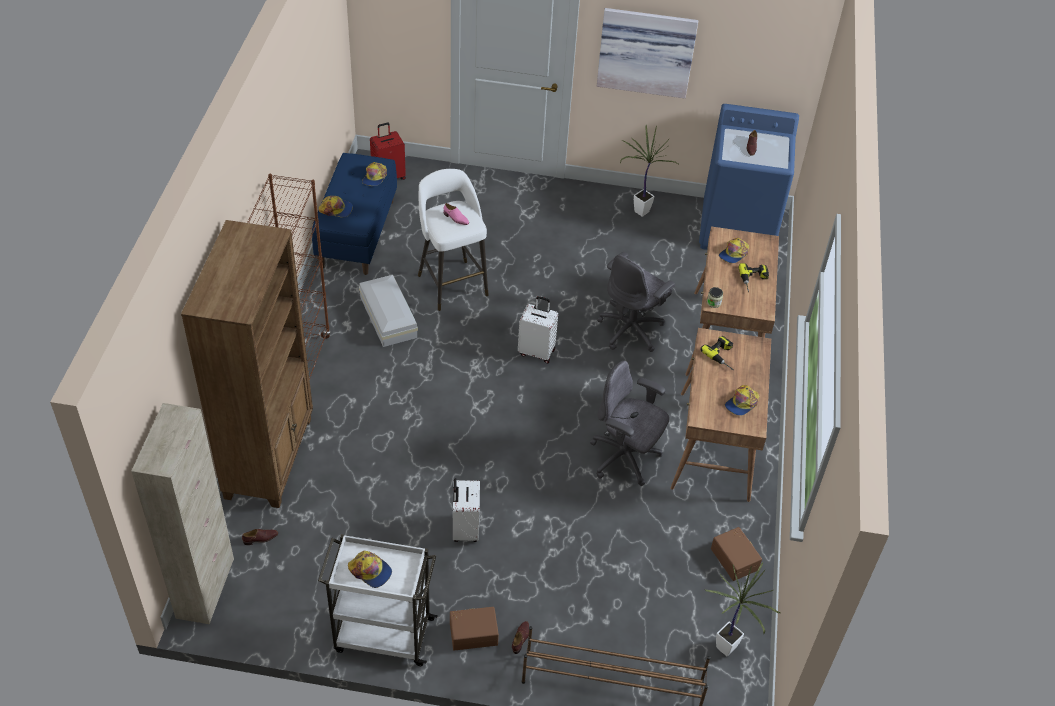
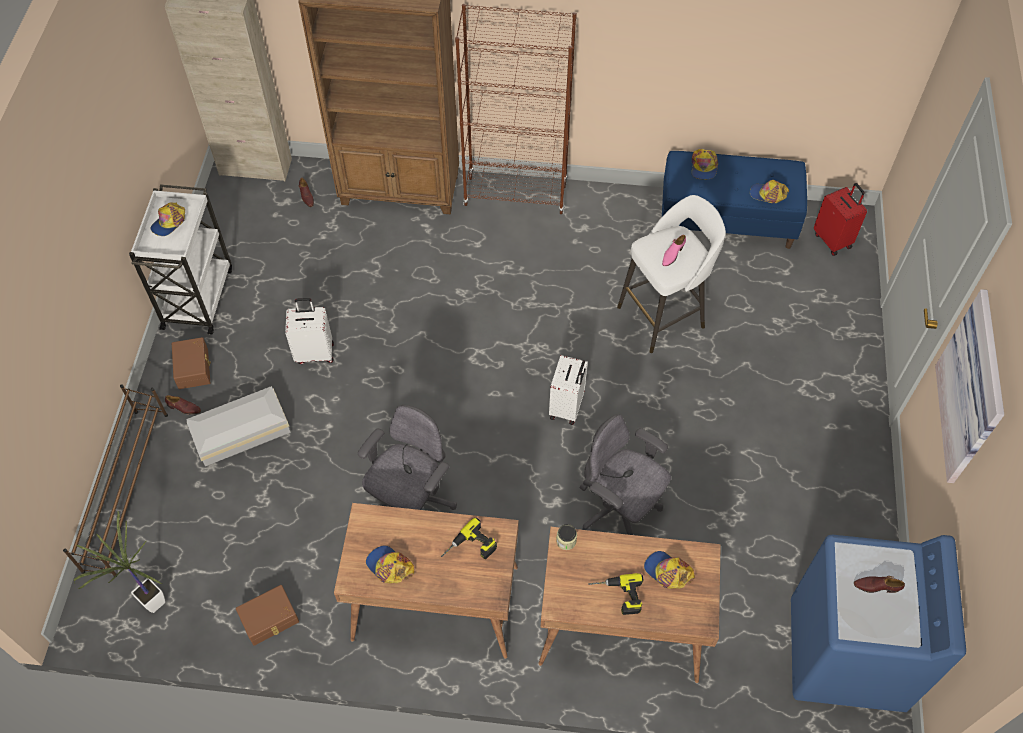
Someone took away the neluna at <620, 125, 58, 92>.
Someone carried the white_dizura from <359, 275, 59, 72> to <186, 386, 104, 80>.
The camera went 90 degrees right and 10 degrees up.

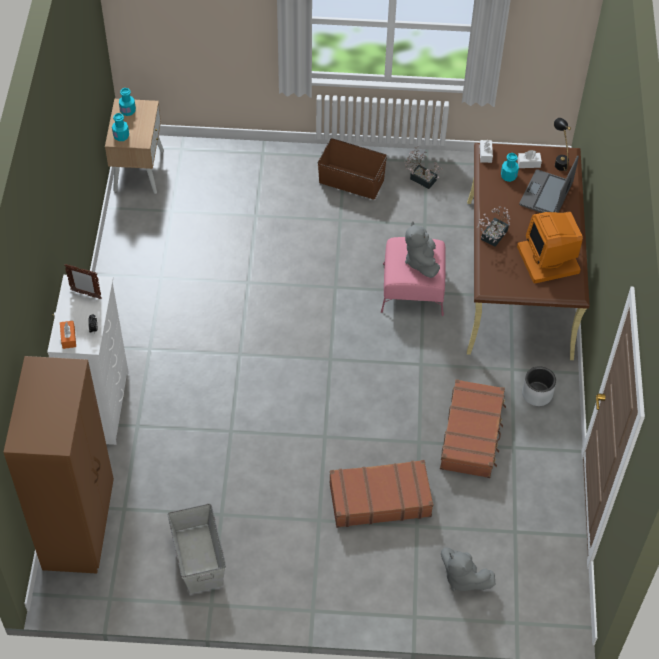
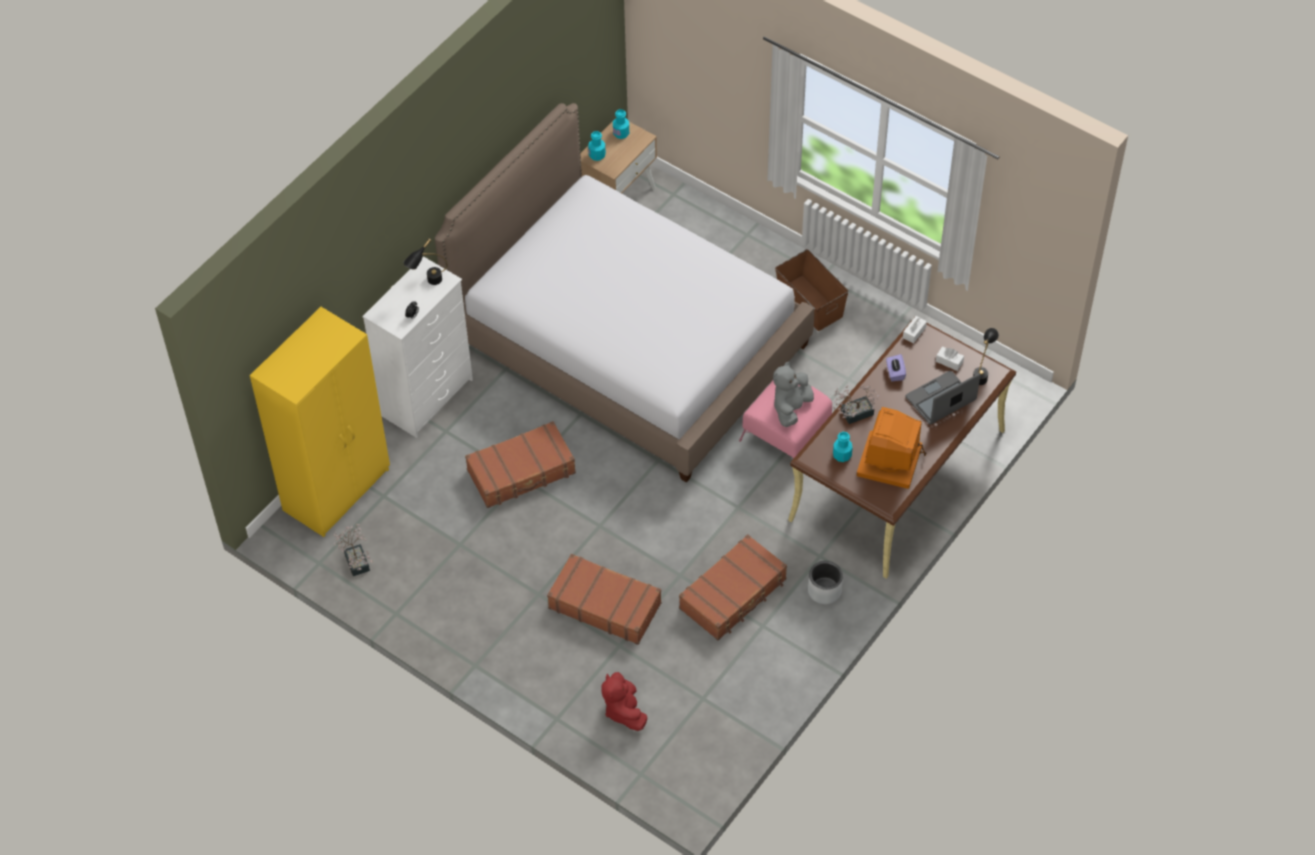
Someone took away the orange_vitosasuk at <60, 321, 16, 28>.
Someone took away the grey_dizura at <168, 504, 58, 89>.
Someone put down the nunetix at <435, 103, 379, 380>.
Someone put down the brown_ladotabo at <465, 421, 111, 87>.
Someone put down the purple_vitosasuk at <886, 354, 20, 27>.
Someone carried the neluna from <405, 146, 38, 43> to <333, 524, 40, 52>.
Someone carried the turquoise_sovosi from <501, 153, 18, 29> to <833, 432, 20, 30>.
Someone swapped the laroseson at <64, 264, 38, 35> for the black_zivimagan at <403, 238, 44, 47>.
Someone repainted the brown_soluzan at <3, 356, 111, 218>, which became the yellow_soluzan at <250, 307, 140, 230>.
Someone repainted the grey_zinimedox at <441, 547, 54, 44>, which became the red_zinimedox at <601, 672, 47, 59>.
The camera went 35 degrees right and 0 degrees up.

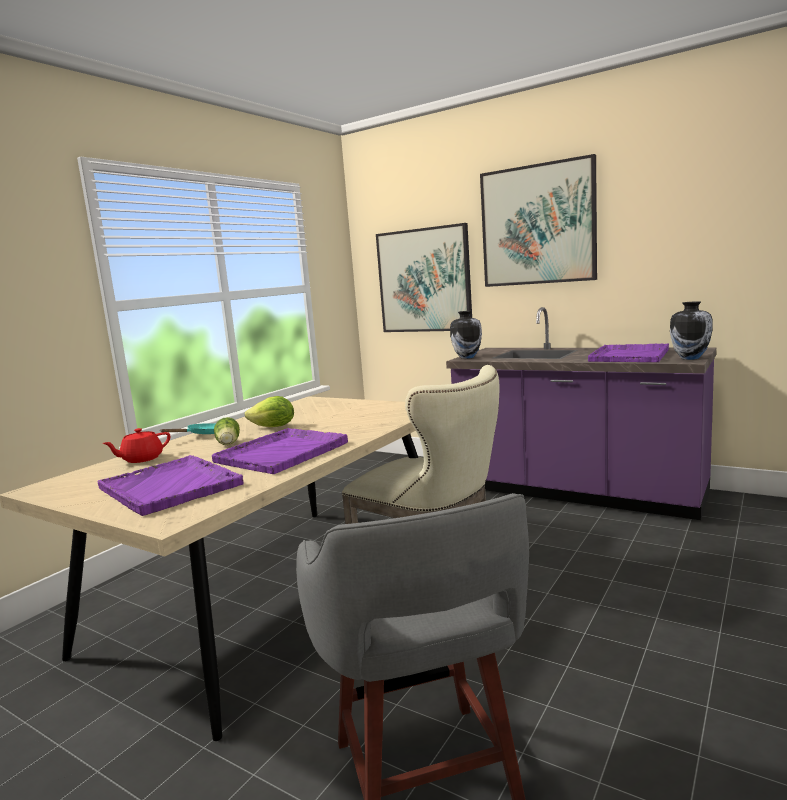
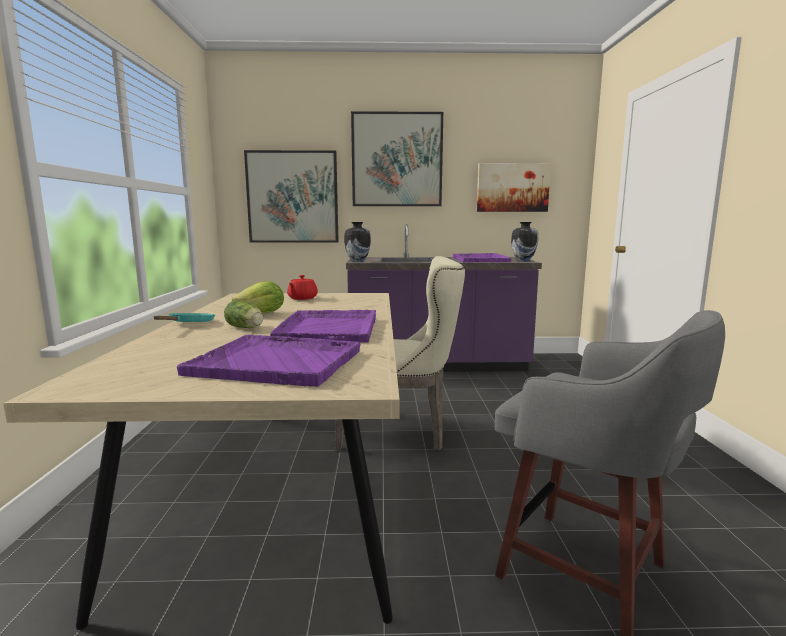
Someone put up the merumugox at <477, 163, 74, 49>.
Someone carried the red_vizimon from <102, 428, 69, 35> to <287, 275, 31, 25>.
The camera went 35 degrees left and 0 degrees up.

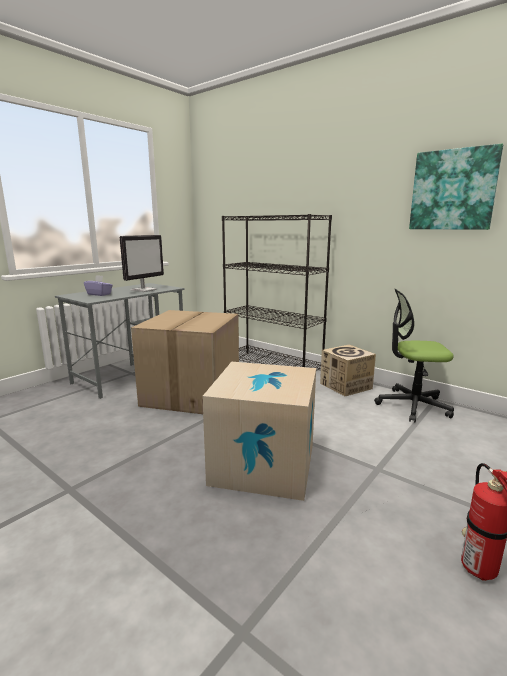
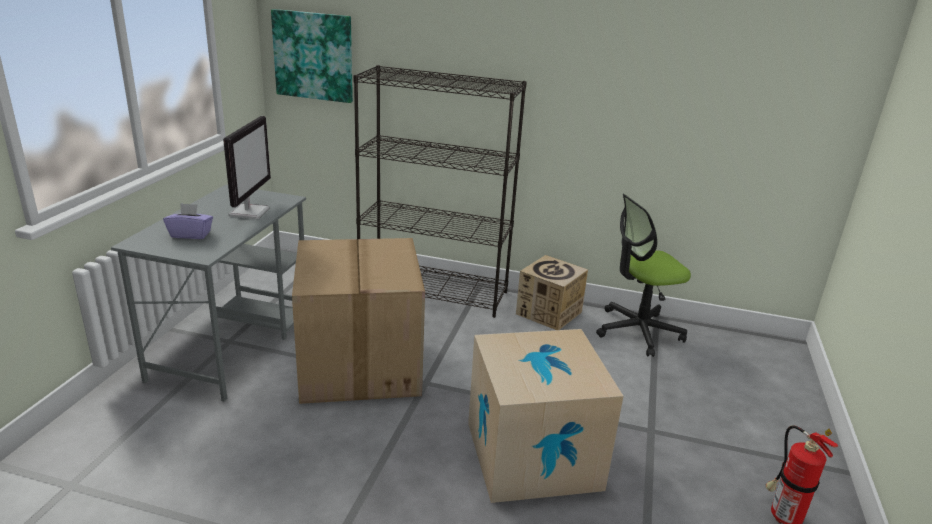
Someone carried the merumugox from <409, 144, 94, 86> to <271, 9, 82, 94>.
The camera went 25 degrees left and 10 degrees up.

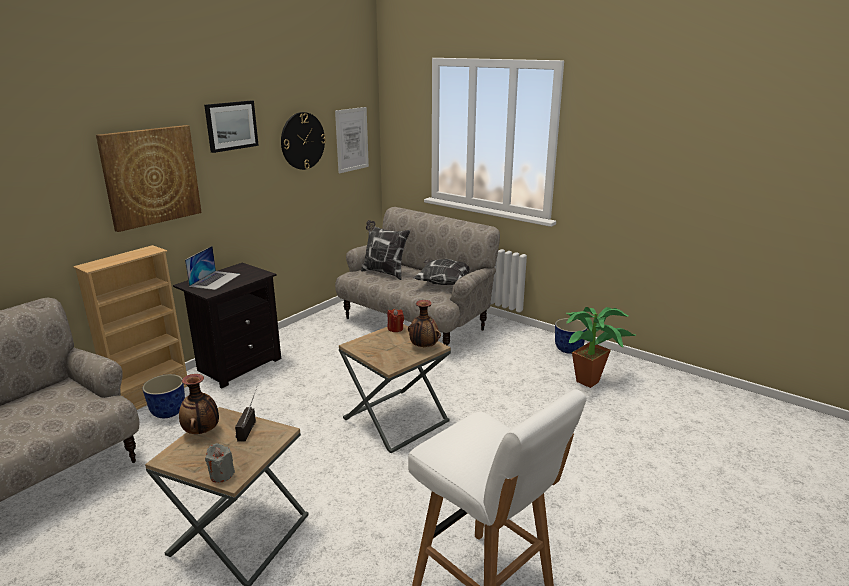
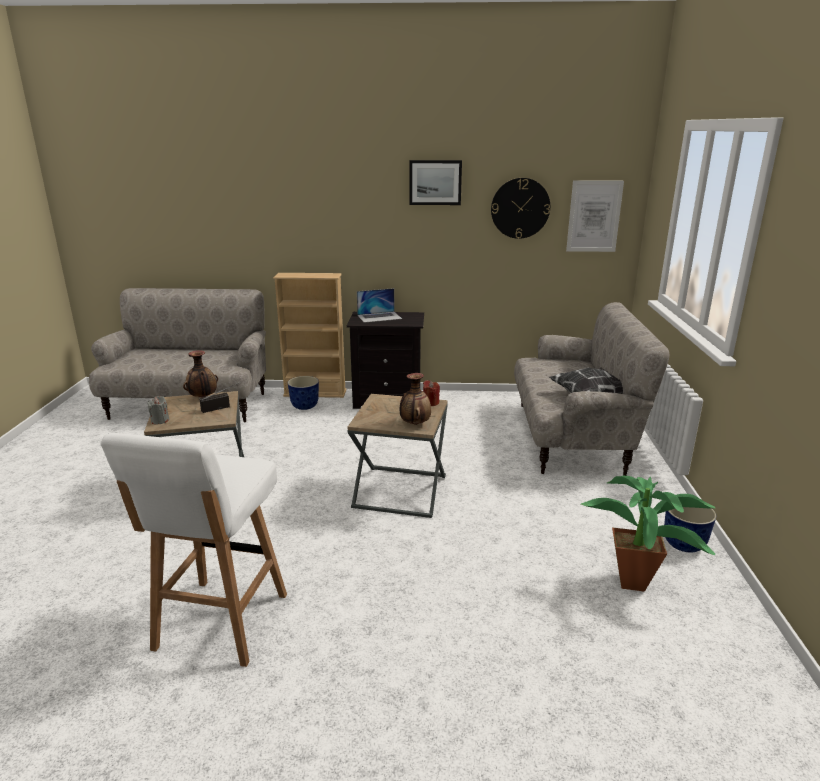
Someone took away the merumugox at <96, 125, 106, 107>.
Someone took away the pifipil at <361, 220, 49, 60>.
The camera went 55 degrees right and 0 degrees up.

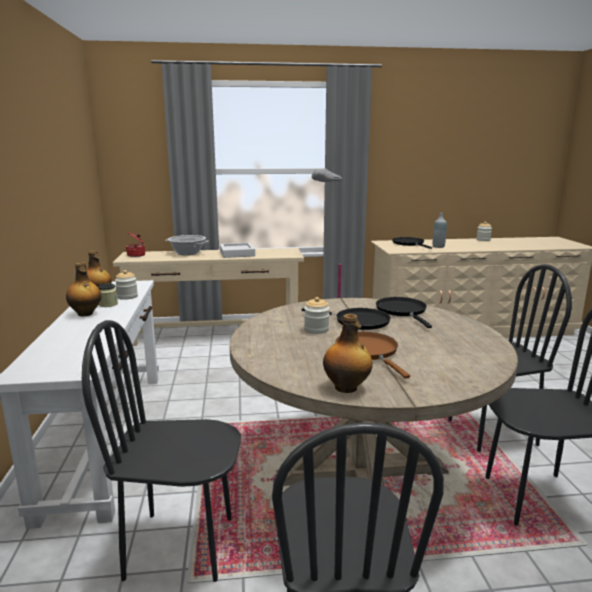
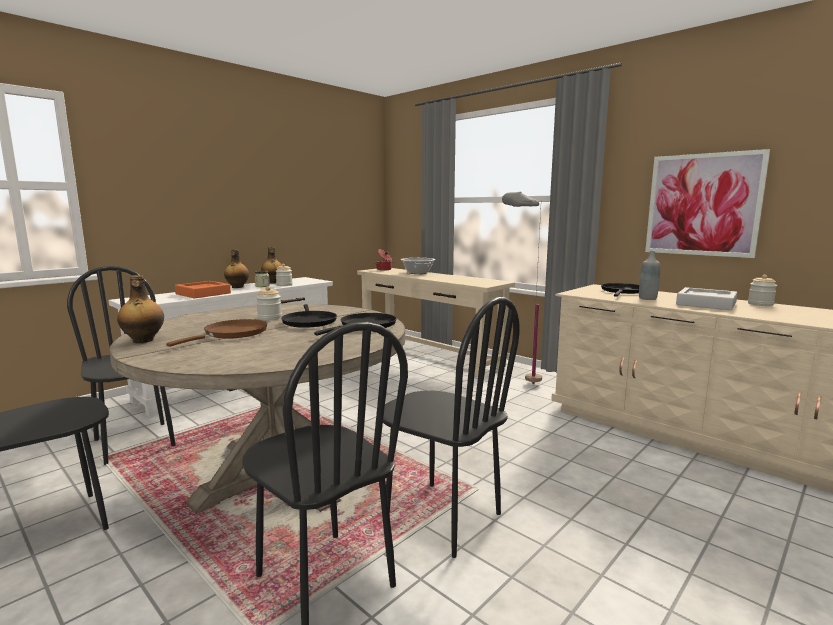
Someone put down the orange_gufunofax at <175, 281, 56, 17>.
Someone put up the merumugox at <645, 149, 125, 109>.
Someone carried the grey_gufunofax from <220, 243, 35, 15> to <676, 287, 61, 23>.
The camera went 50 degrees right and 5 degrees down.

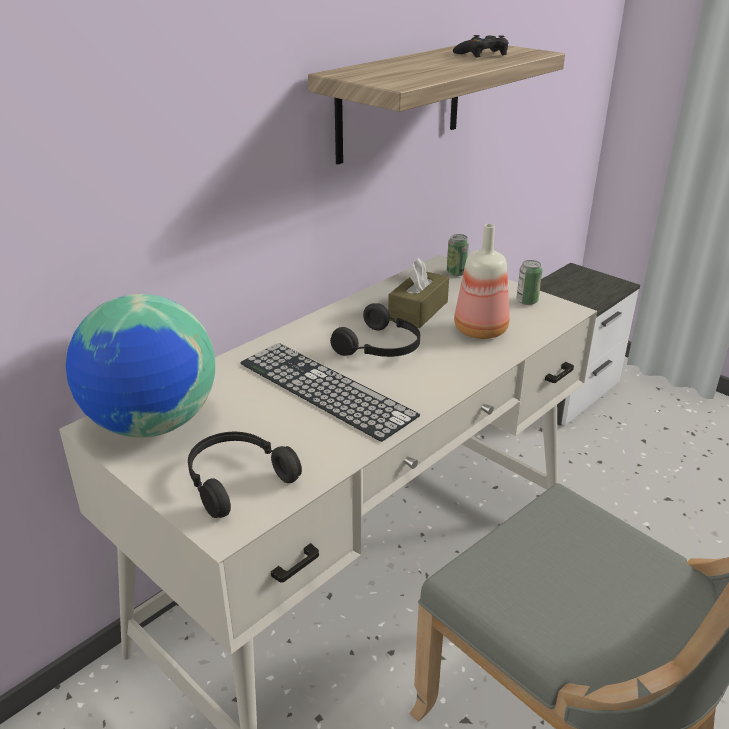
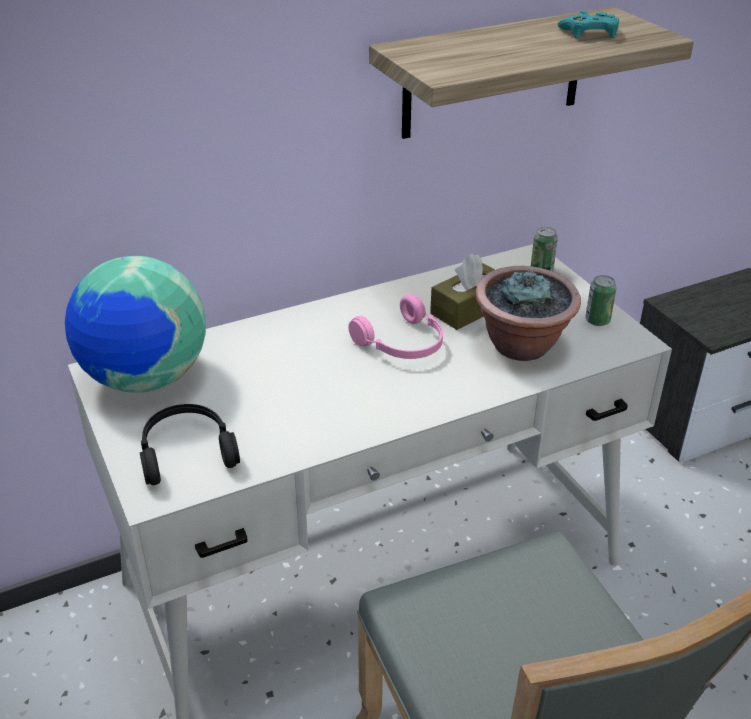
Someone took away the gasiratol at <240, 343, 180, 99>.
Someone swapped the sovosi at <454, 224, 56, 115> for the neluna at <476, 266, 105, 95>.
Someone repainted the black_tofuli at <330, 303, 90, 54>, which became the pink_tofuli at <349, 294, 94, 65>.
Someone repainted the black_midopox at <453, 35, 56, 23>, which became the turquoise_midopox at <558, 10, 61, 28>.
The camera went 20 degrees right and 5 degrees up.

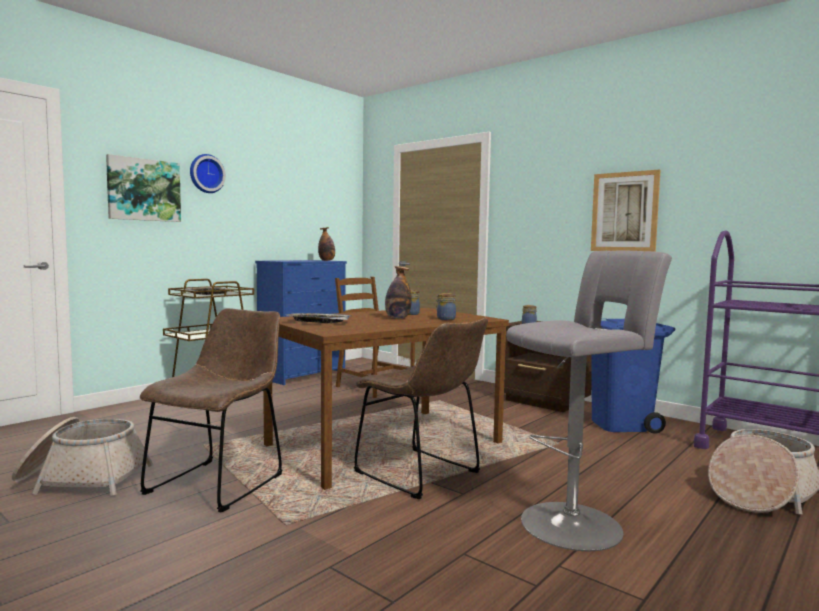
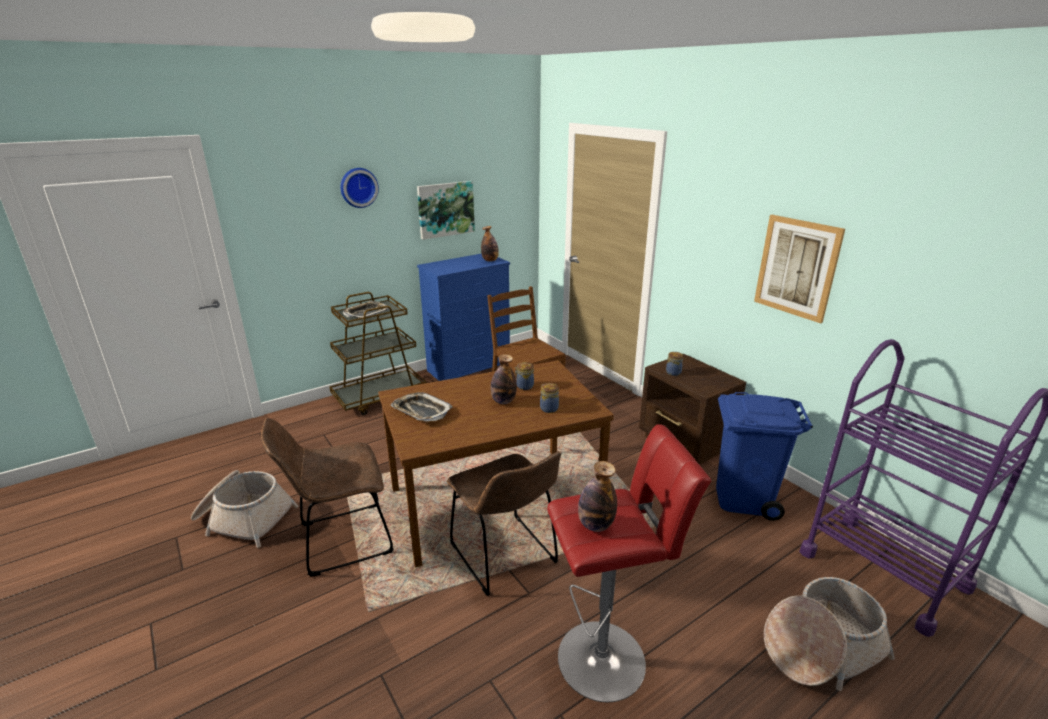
Someone put down the sovosi at <578, 461, 39, 71>.
Someone carried the merumugox from <106, 154, 75, 68> to <417, 181, 58, 59>.
Someone repainted the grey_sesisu at <506, 251, 166, 300>, which became the red_sesisu at <547, 424, 164, 278>.
Someone rotated the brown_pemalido at <140, 308, 142, 204> by 150 degrees counterclockwise.
The camera went 15 degrees right and 20 degrees up.

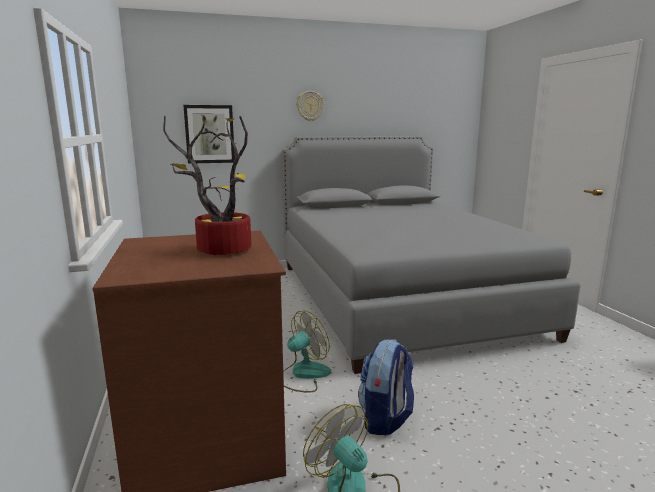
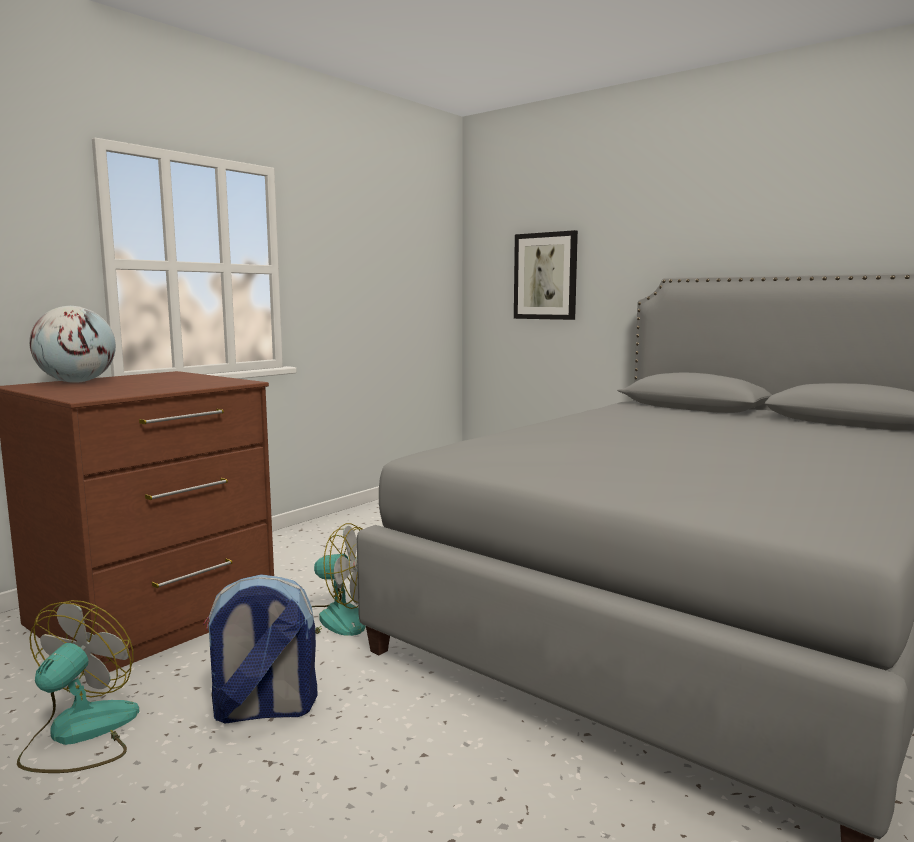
Someone took away the neluna at <163, 116, 89, 139>.
Someone took away the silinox at <296, 91, 29, 30>.
Someone put down the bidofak at <29, 306, 87, 77>.
The camera went 55 degrees right and 5 degrees down.

